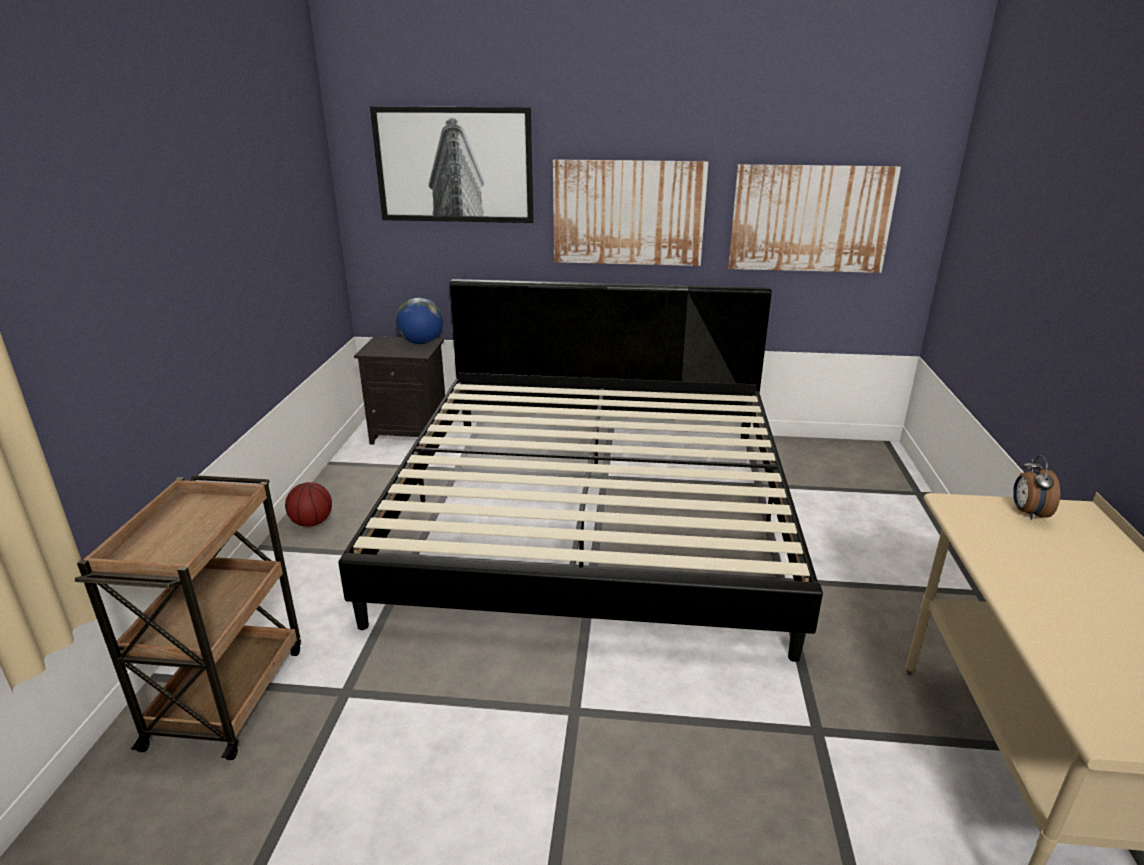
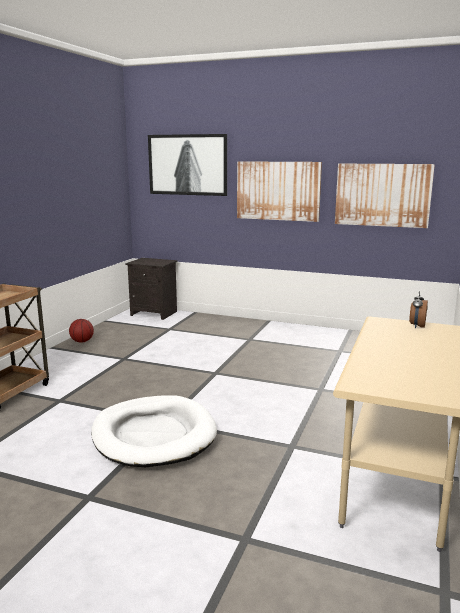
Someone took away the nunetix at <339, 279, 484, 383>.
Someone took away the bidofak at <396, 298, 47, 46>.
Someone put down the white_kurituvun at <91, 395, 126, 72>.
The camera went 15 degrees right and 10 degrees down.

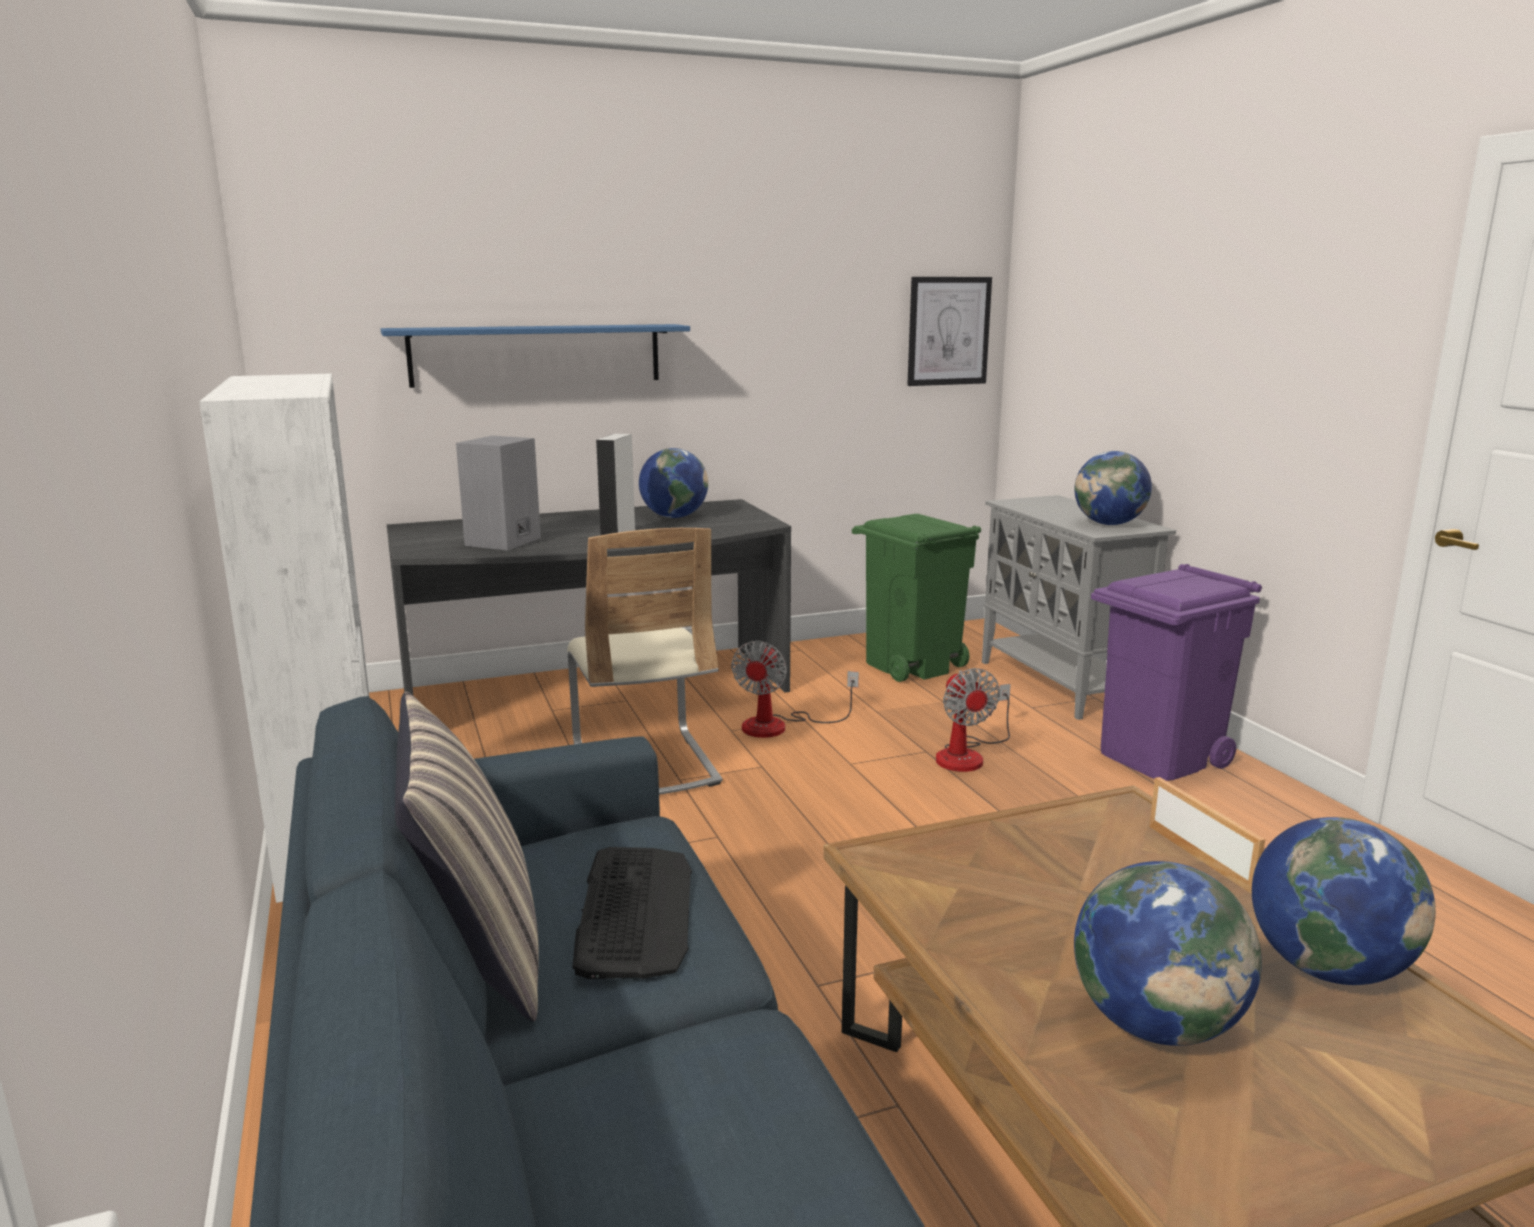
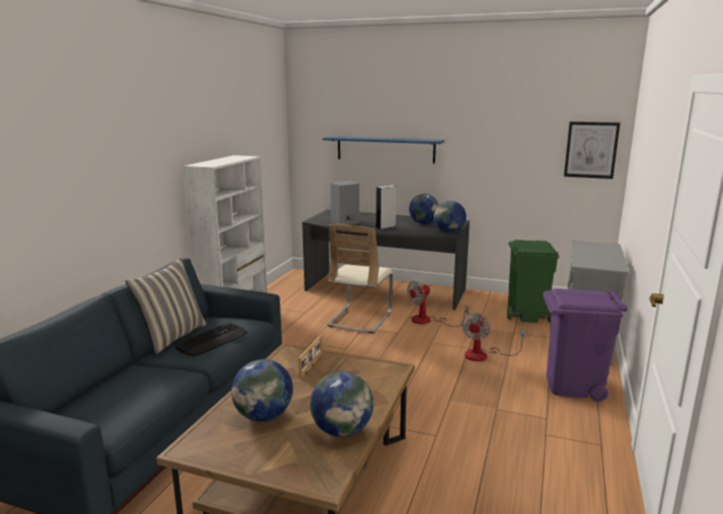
Someone carried the bidofak from <1074, 451, 78, 74> to <434, 201, 32, 32>.
Someone carried the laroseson from <1149, 777, 116, 117> to <298, 335, 25, 44>.
The camera went 40 degrees right and 0 degrees up.

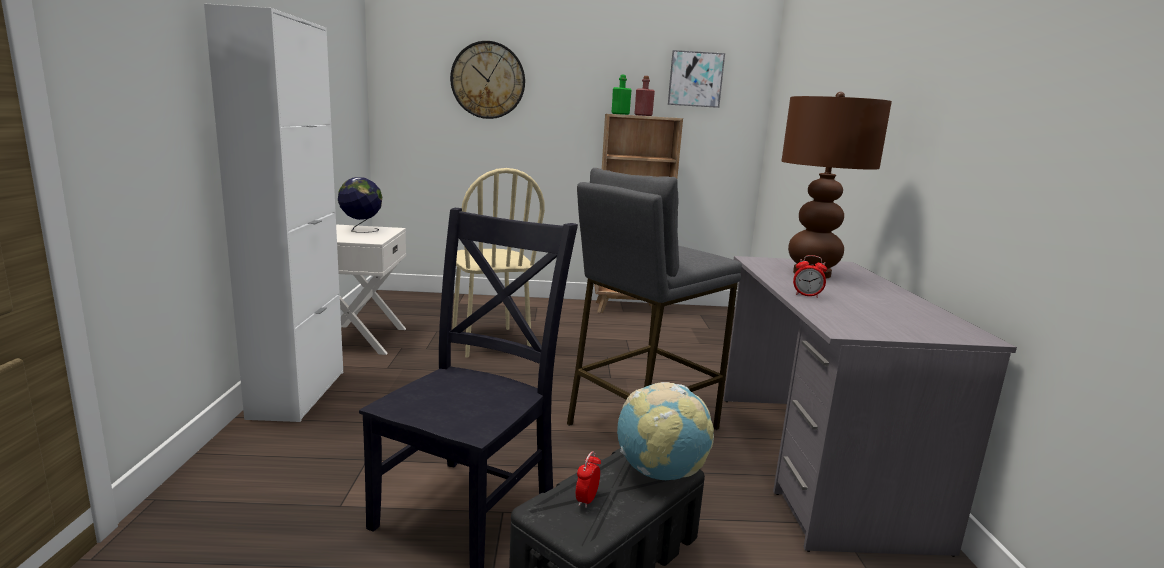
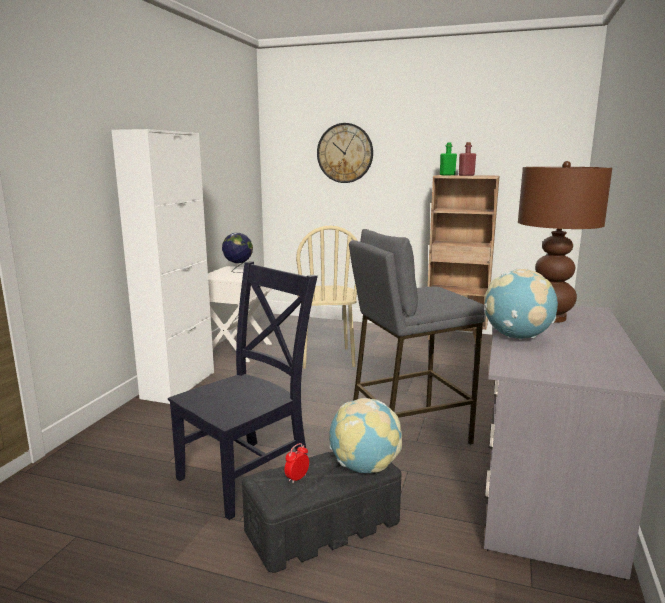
Someone took away the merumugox at <668, 50, 57, 58>.
Someone swapped the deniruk at <793, 255, 34, 43> for the bidofak at <484, 268, 74, 71>.
The camera went 20 degrees right and 0 degrees up.

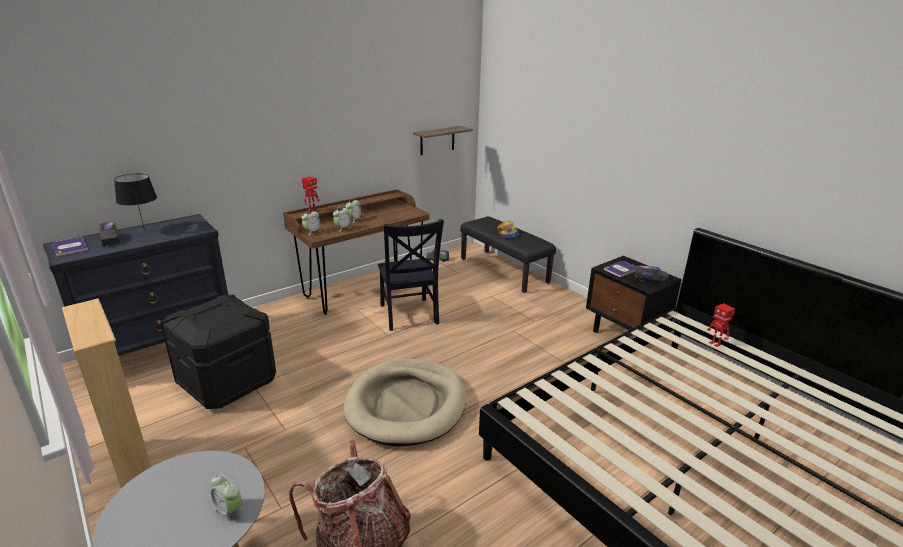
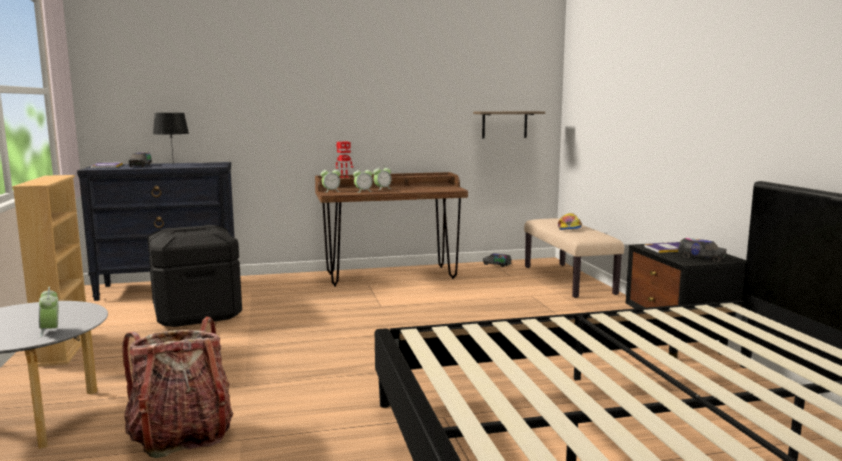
Someone took away the beige_kurituvun at <344, 359, 122, 88>.
Someone took away the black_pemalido at <378, 219, 66, 112>.
Someone took away the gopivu at <707, 303, 28, 44>.
Someone repainted the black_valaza at <460, 216, 96, 77>, which became the beige_valaza at <524, 218, 100, 80>.
The camera went 25 degrees right and 15 degrees down.

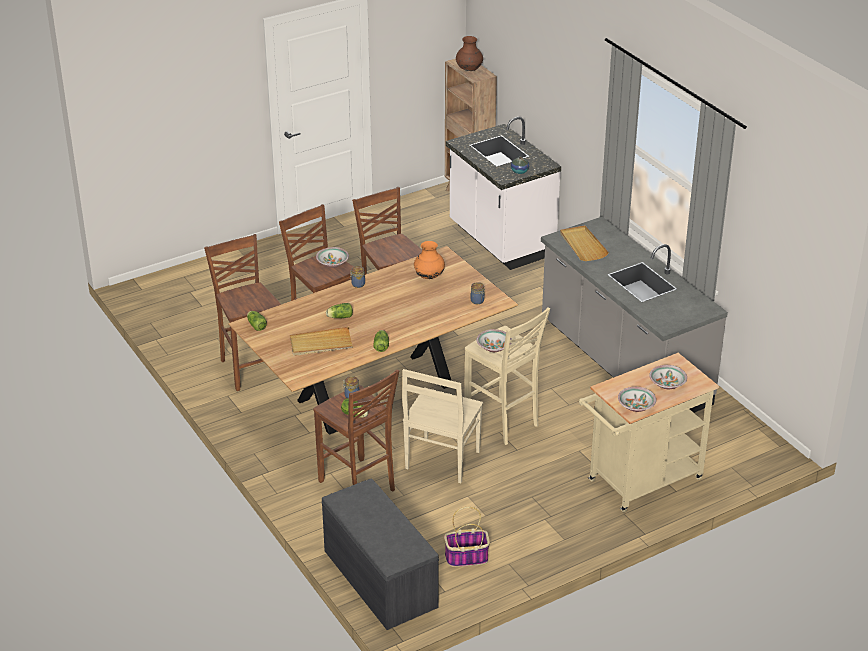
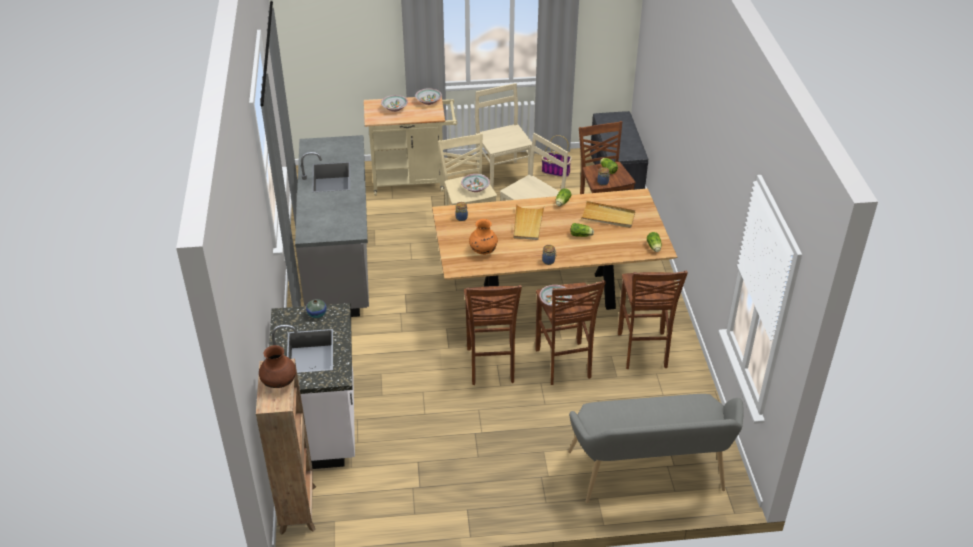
Someone put down the beige_pemalido at <475, 83, 57, 105>.
Someone put down the grey_valaza at <568, 394, 176, 109>.
Someone carried the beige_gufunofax from <560, 225, 49, 36> to <513, 204, 32, 36>.
The camera went 155 degrees left and 5 degrees up.

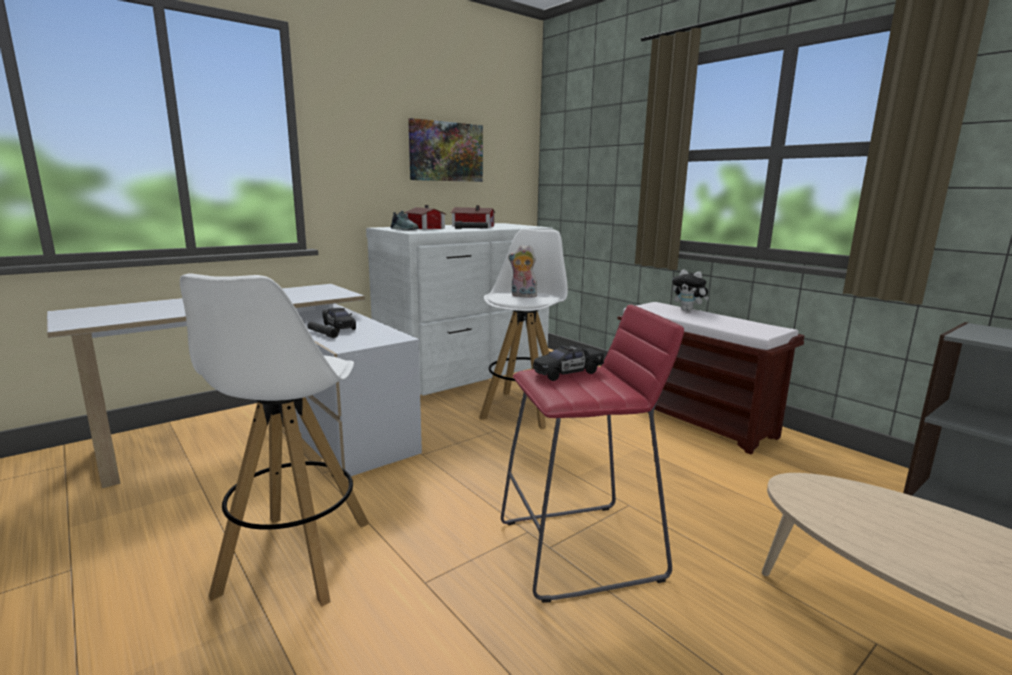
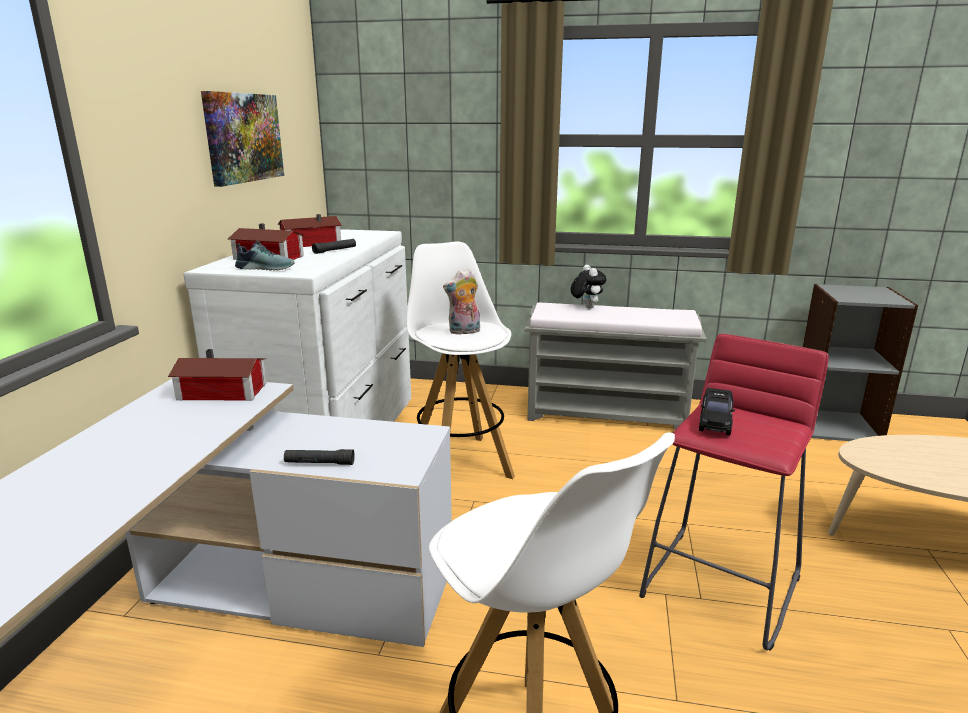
Someone took away the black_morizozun at <322, 308, 34, 23>.
Someone put down the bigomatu at <168, 349, 98, 52>.
Someone repainted the brown_valaza at <617, 302, 188, 153>, which became the grey_valaza at <525, 302, 182, 127>.
Someone rotated the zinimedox at <672, 269, 37, 42> by 105 degrees counterclockwise.
The camera went 40 degrees left and 5 degrees up.

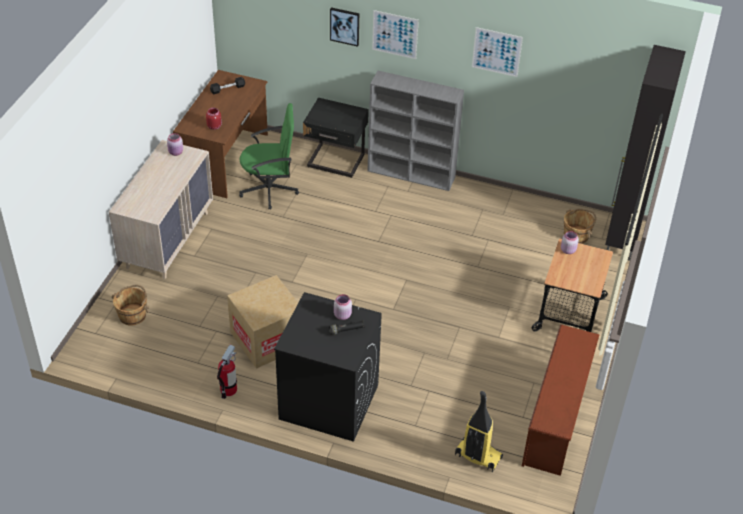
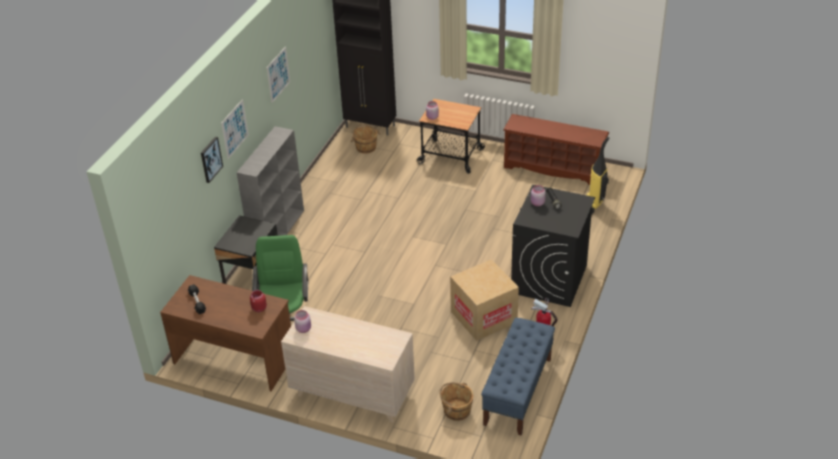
Someone put down the blue_valaza at <481, 318, 74, 117>.
The camera went 85 degrees left and 5 degrees down.

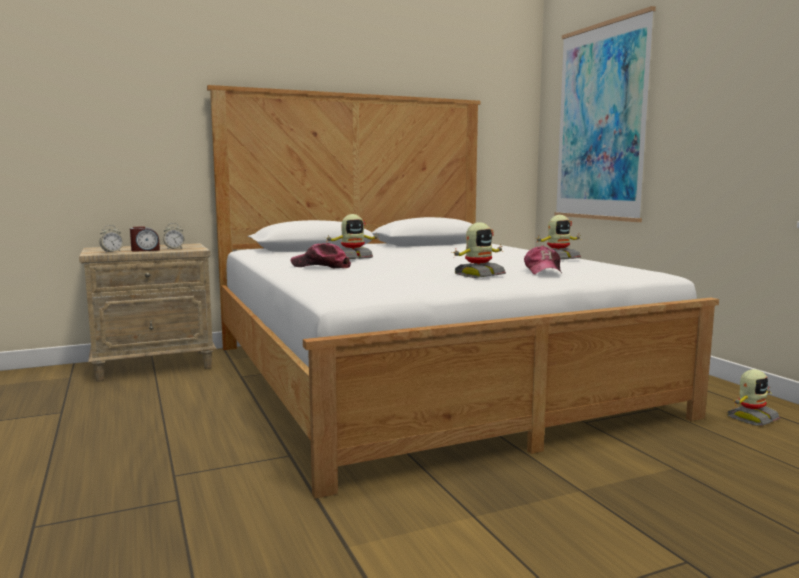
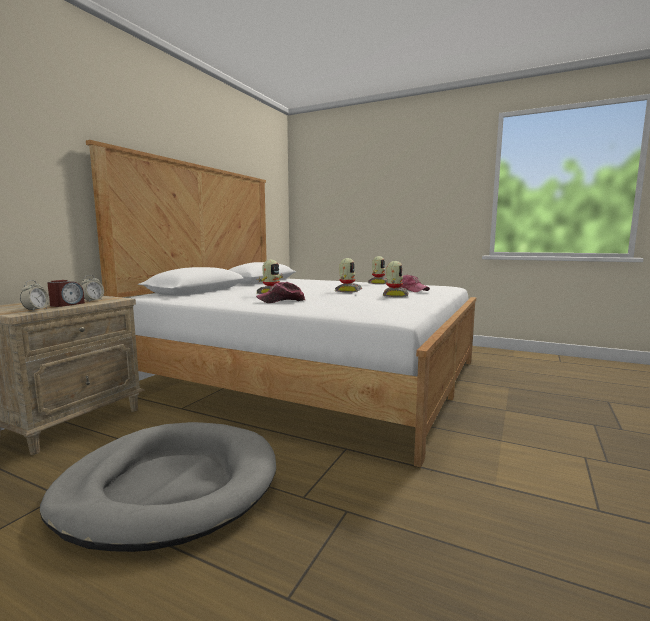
Someone took away the merumugox at <554, 6, 102, 216>.
Someone put down the grey_kurituvun at <40, 422, 236, 130>.
Someone carried the gopivu from <727, 369, 53, 57> to <335, 258, 27, 35>.
The camera went 40 degrees left and 0 degrees up.

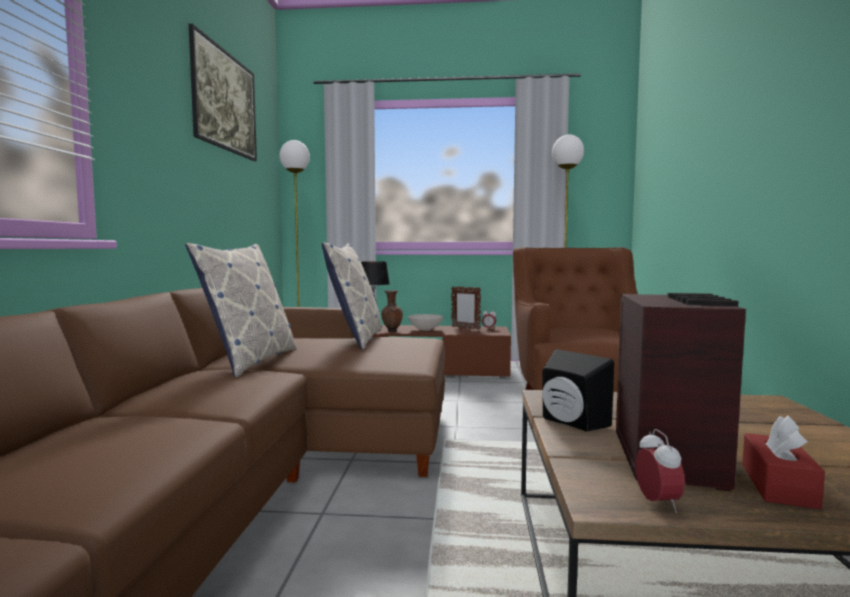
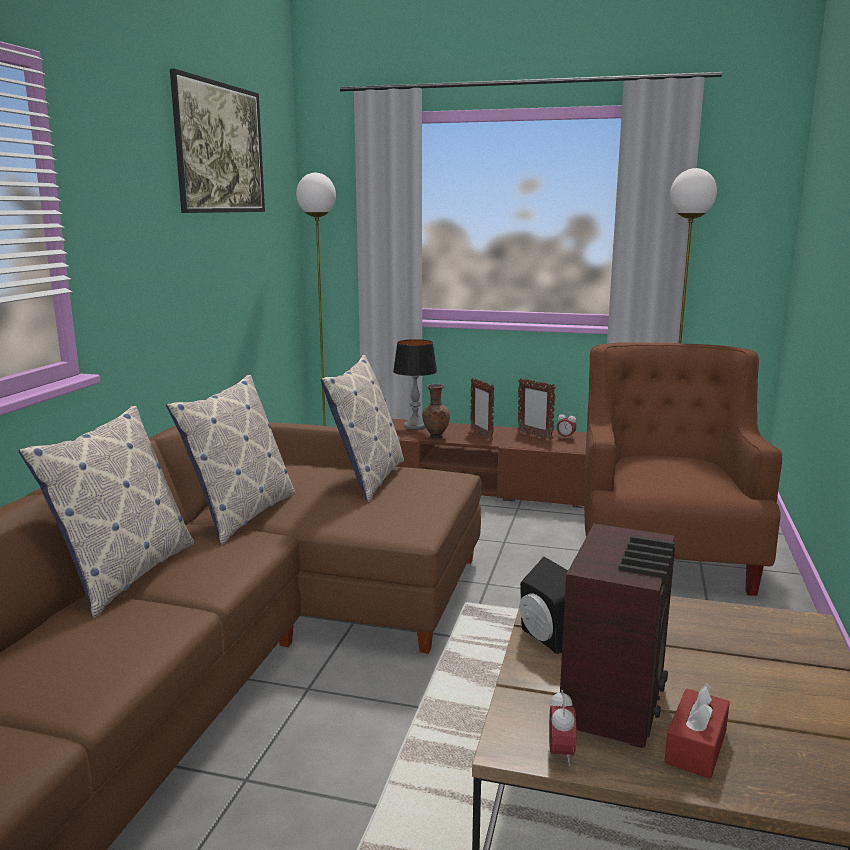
Someone put down the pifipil at <19, 406, 175, 212>.
Someone swapped the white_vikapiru at <408, 314, 35, 17> for the laroseson at <470, 377, 24, 64>.
The camera went 10 degrees right and 10 degrees up.

